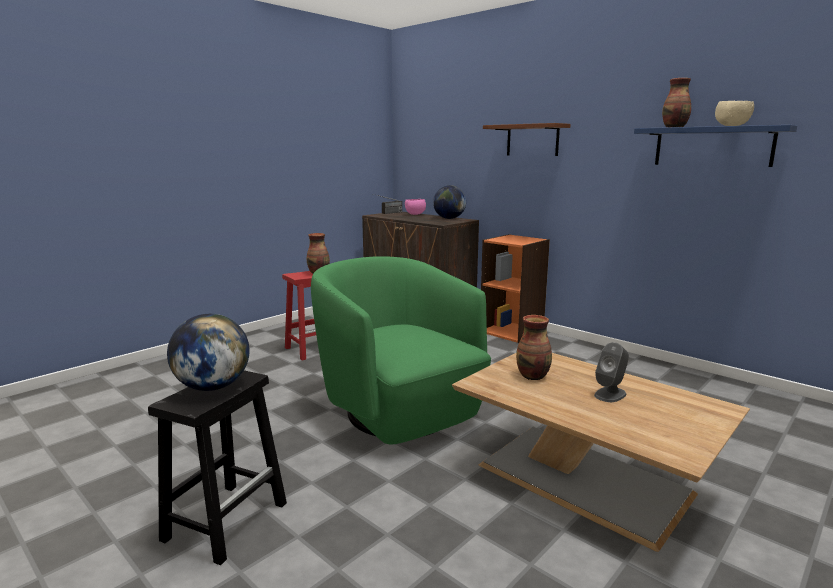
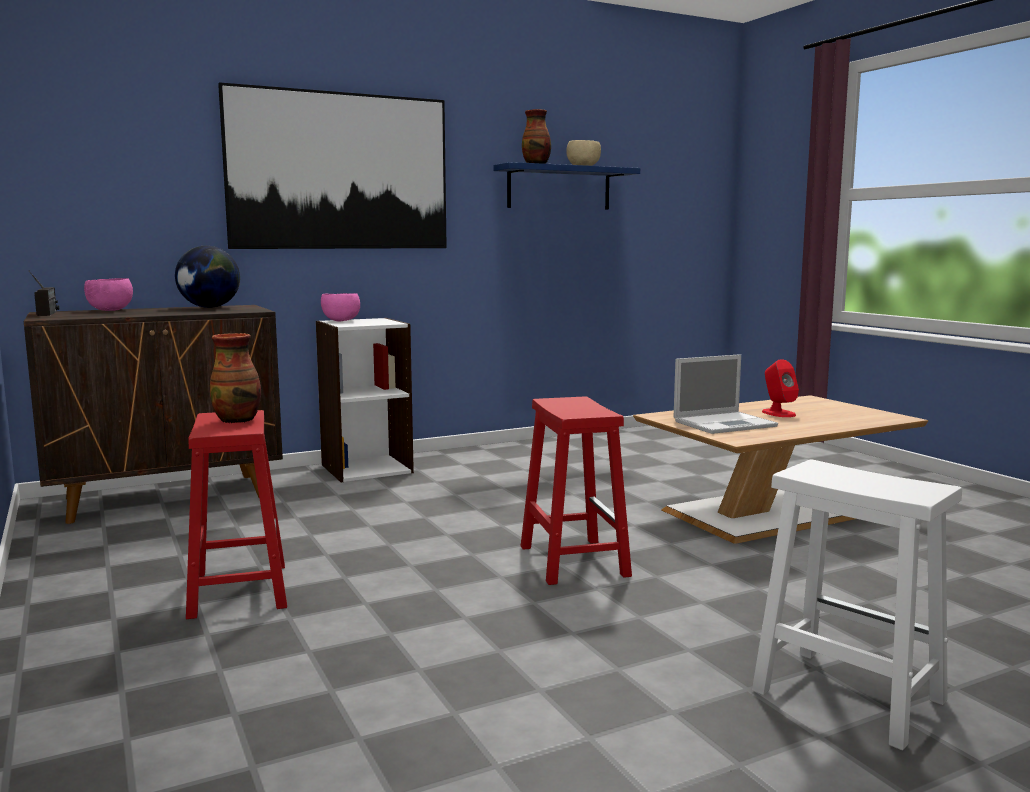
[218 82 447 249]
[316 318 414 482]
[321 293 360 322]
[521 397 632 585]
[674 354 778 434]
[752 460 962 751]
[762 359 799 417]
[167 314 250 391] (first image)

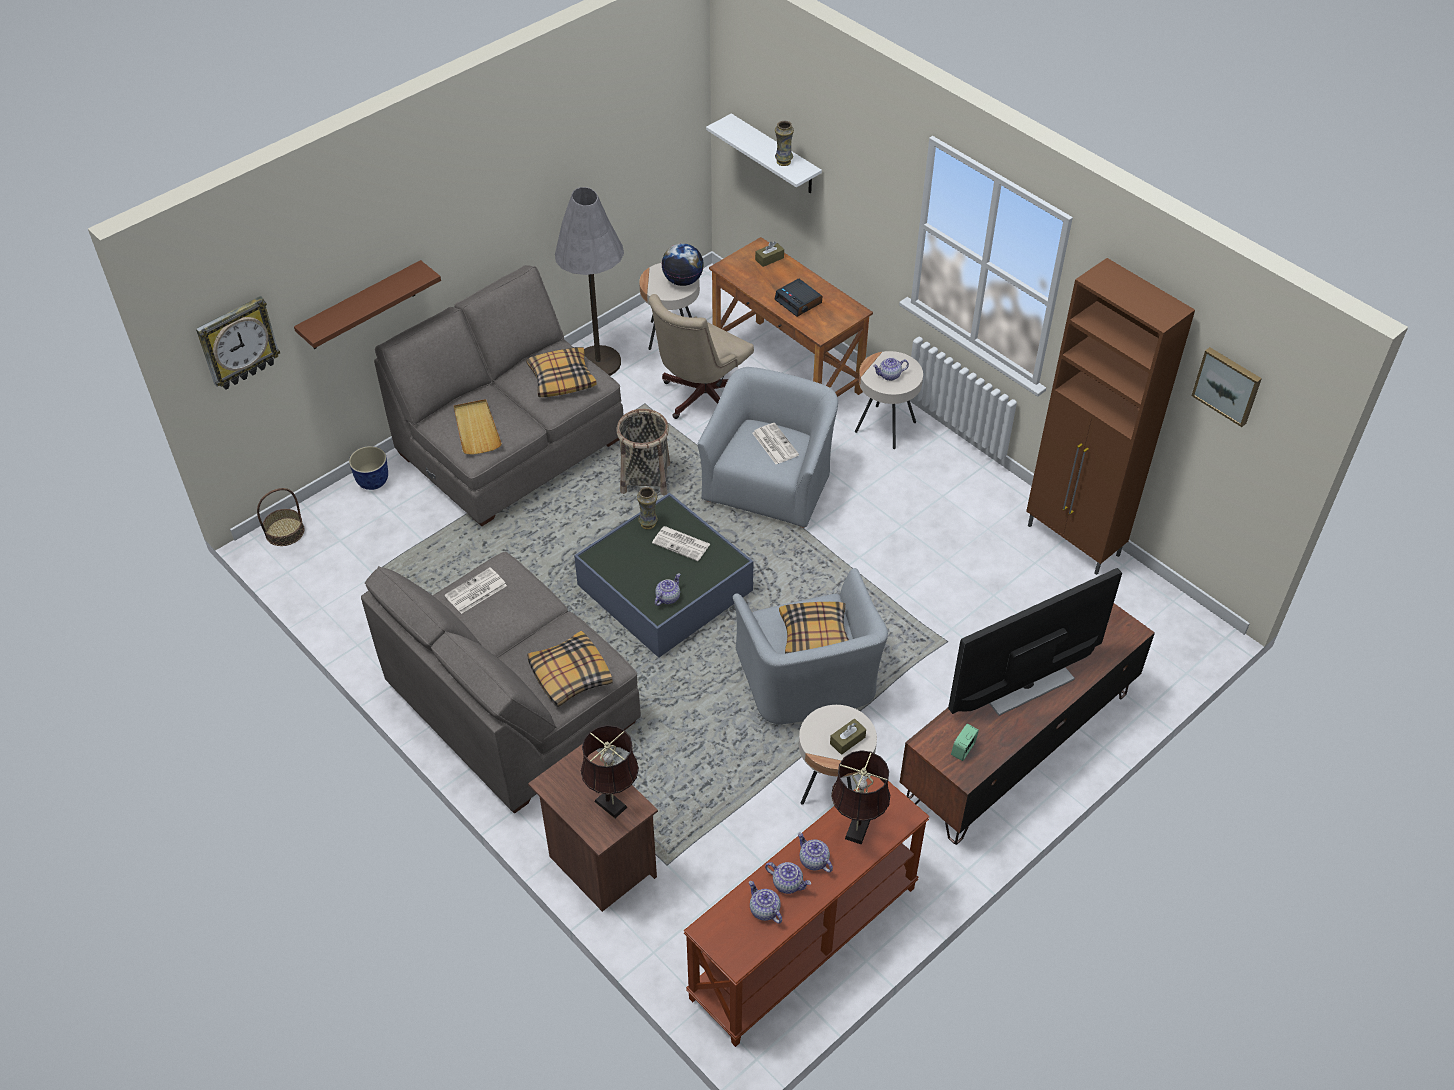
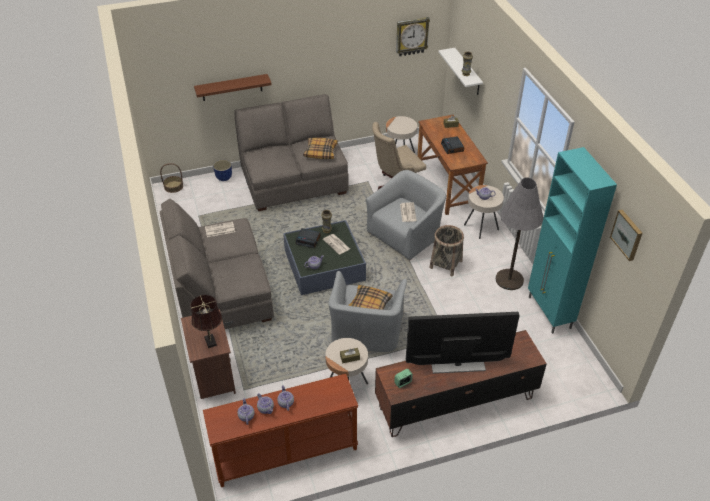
[296 228 321 248]
[396 17 430 56]
[429 225 464 276]
[496 177 544 290]
[528 147 617 334]
[454 399 502 455] (first image)
[527 631 613 707] (first image)
[661 243 704 286] (first image)
[831 750 890 845] (first image)

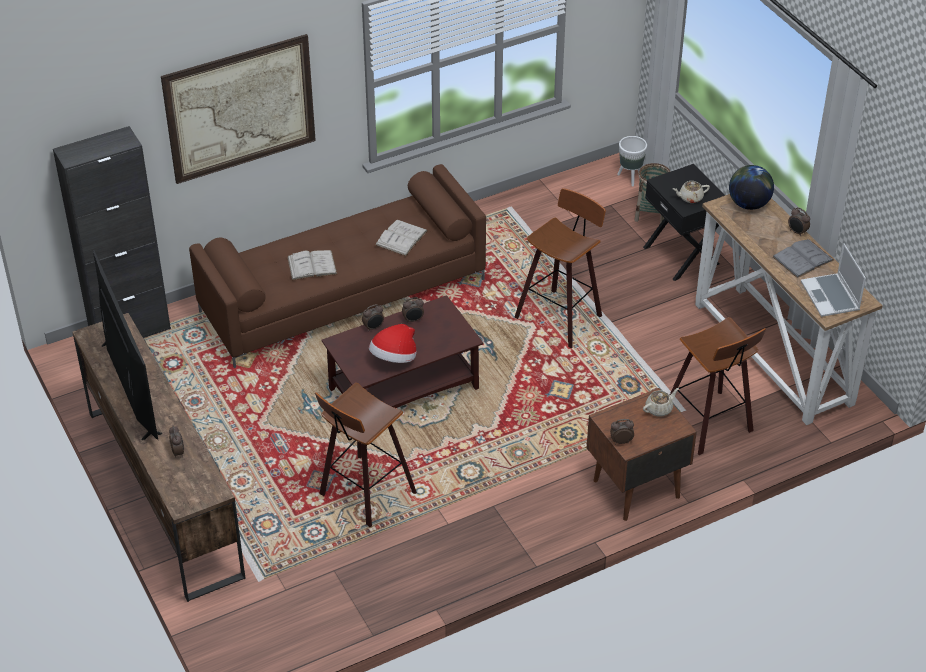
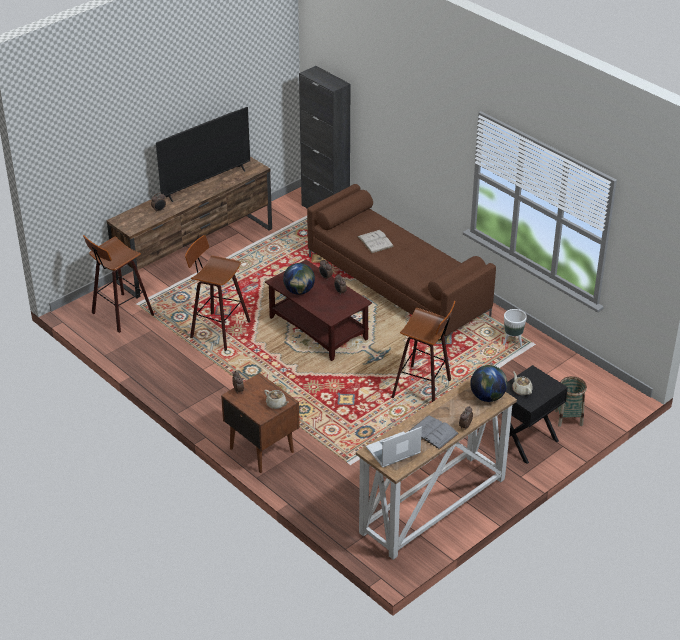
[83 235 154 333]
[283 263 315 295]
[503 309 527 347]
[161 34 316 184] (first image)
[375 219 428 256] (first image)

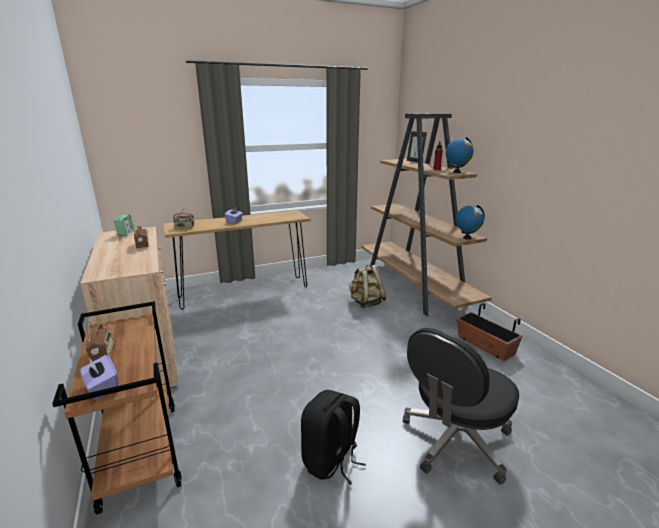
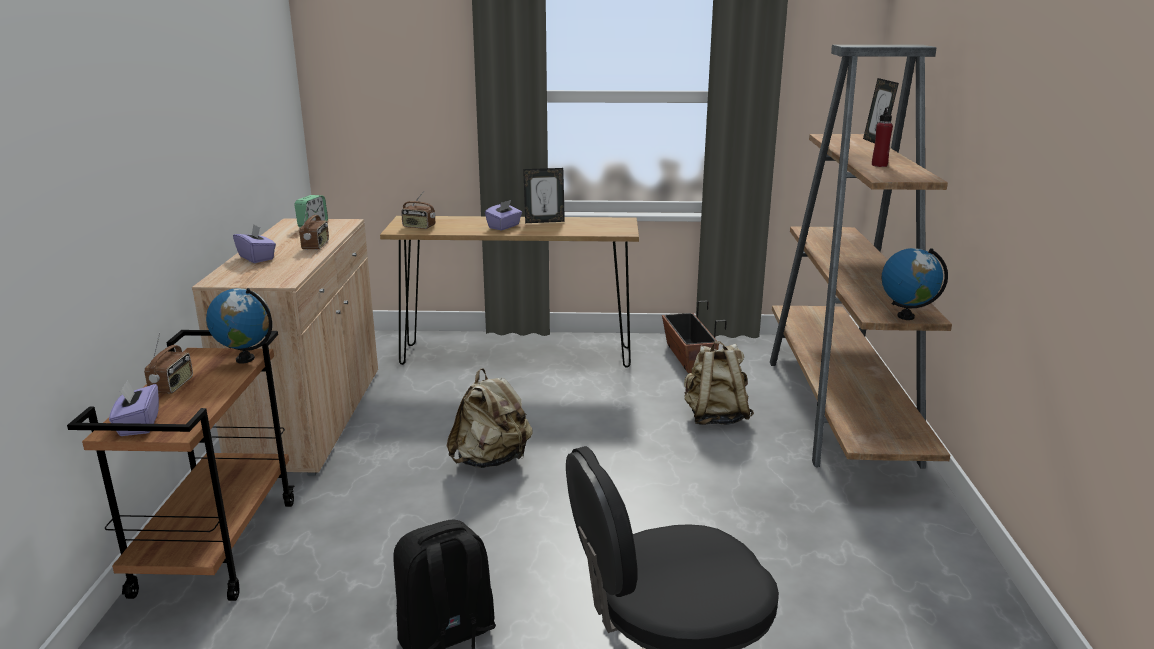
[206 288 272 364]
[233 224 276 263]
[447 368 533 468]
[523 168 565 223]
[662 300 727 373]

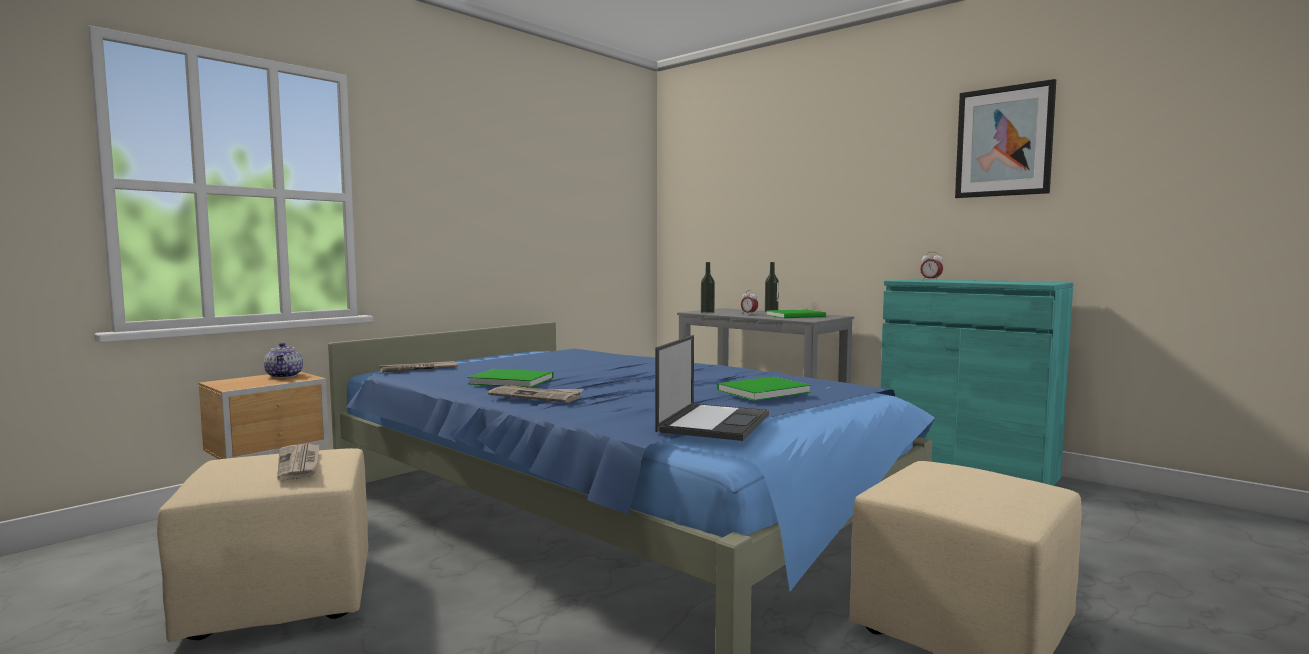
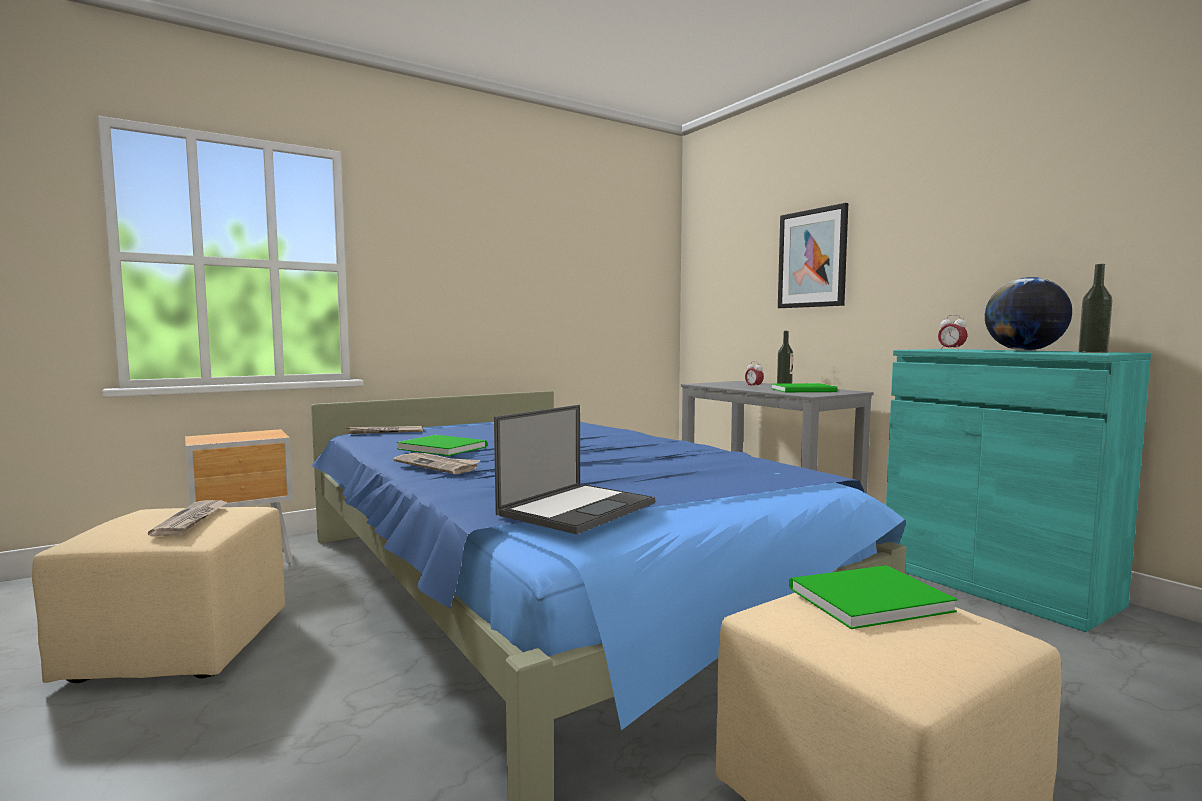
[778 203 848 308]
[789 565 958 629]
[985 277 1072 351]
[1078 264 1113 353]
[264 342 303 378] (first image)

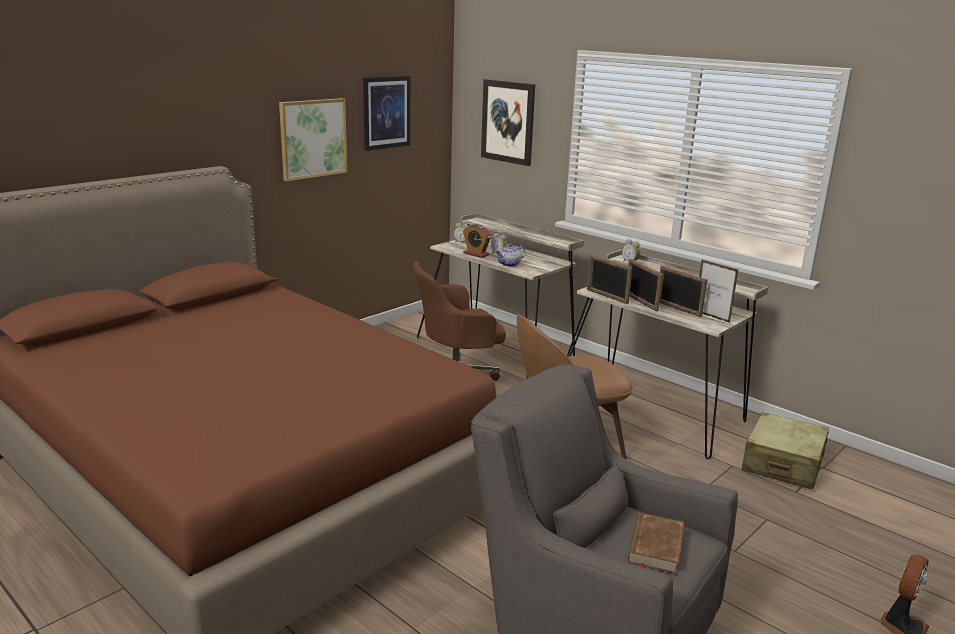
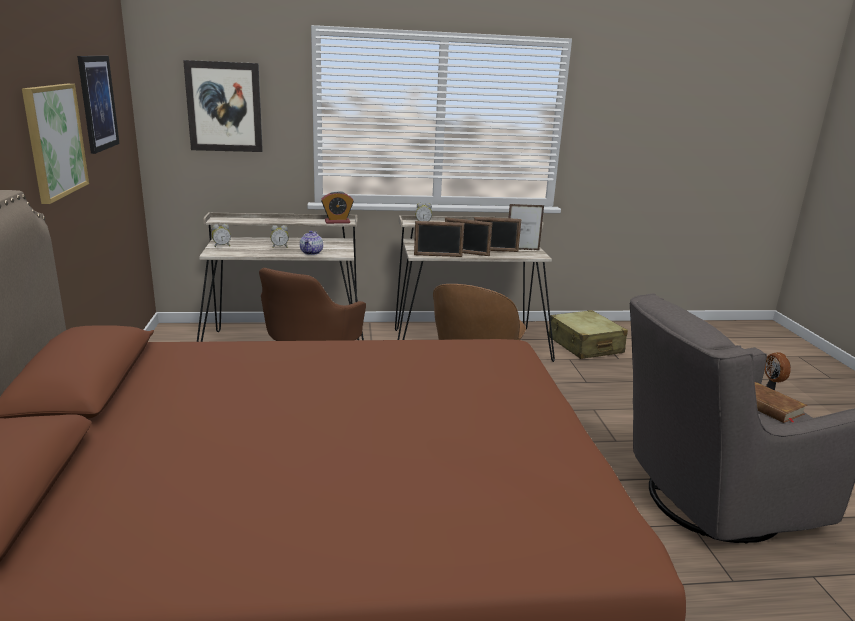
[321 191 354 224]

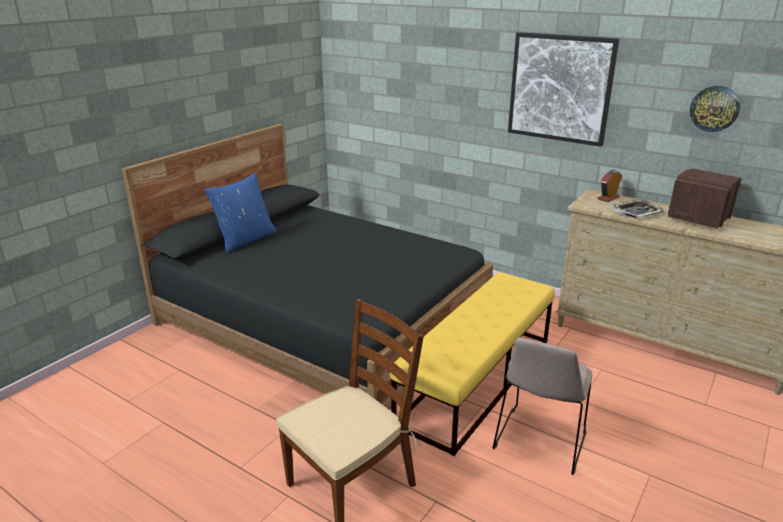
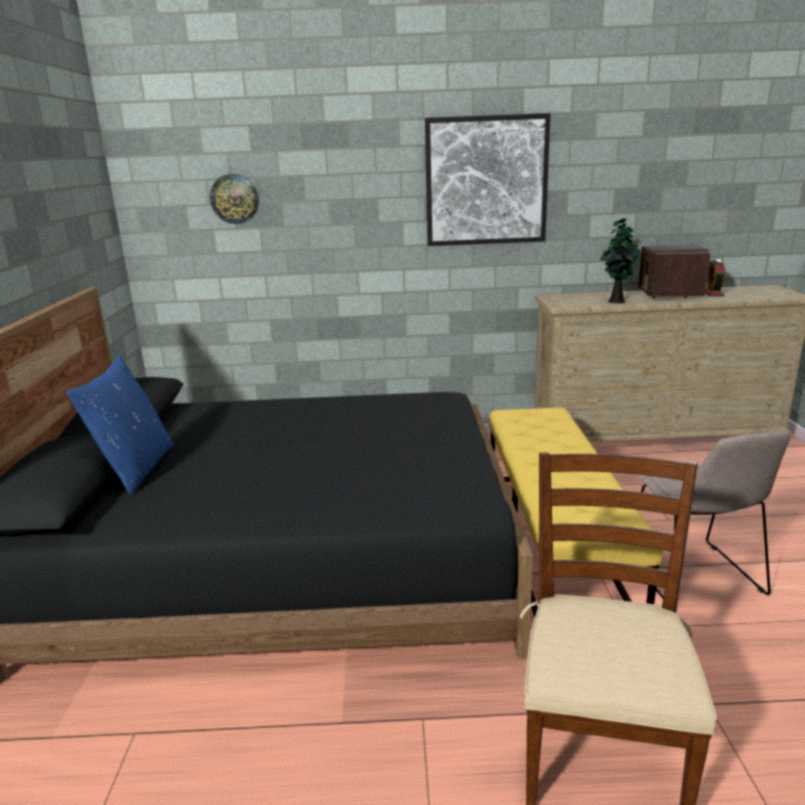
[210 174 259 224]
[599 218 640 303]
[706 260 725 296]

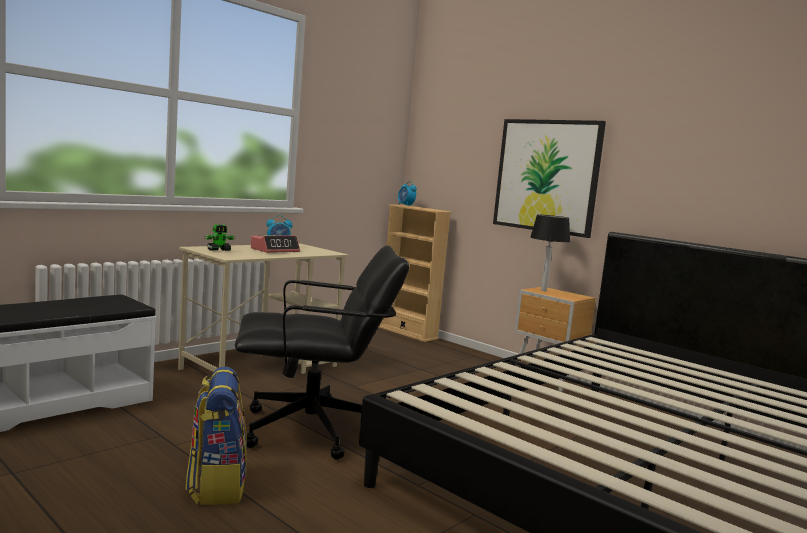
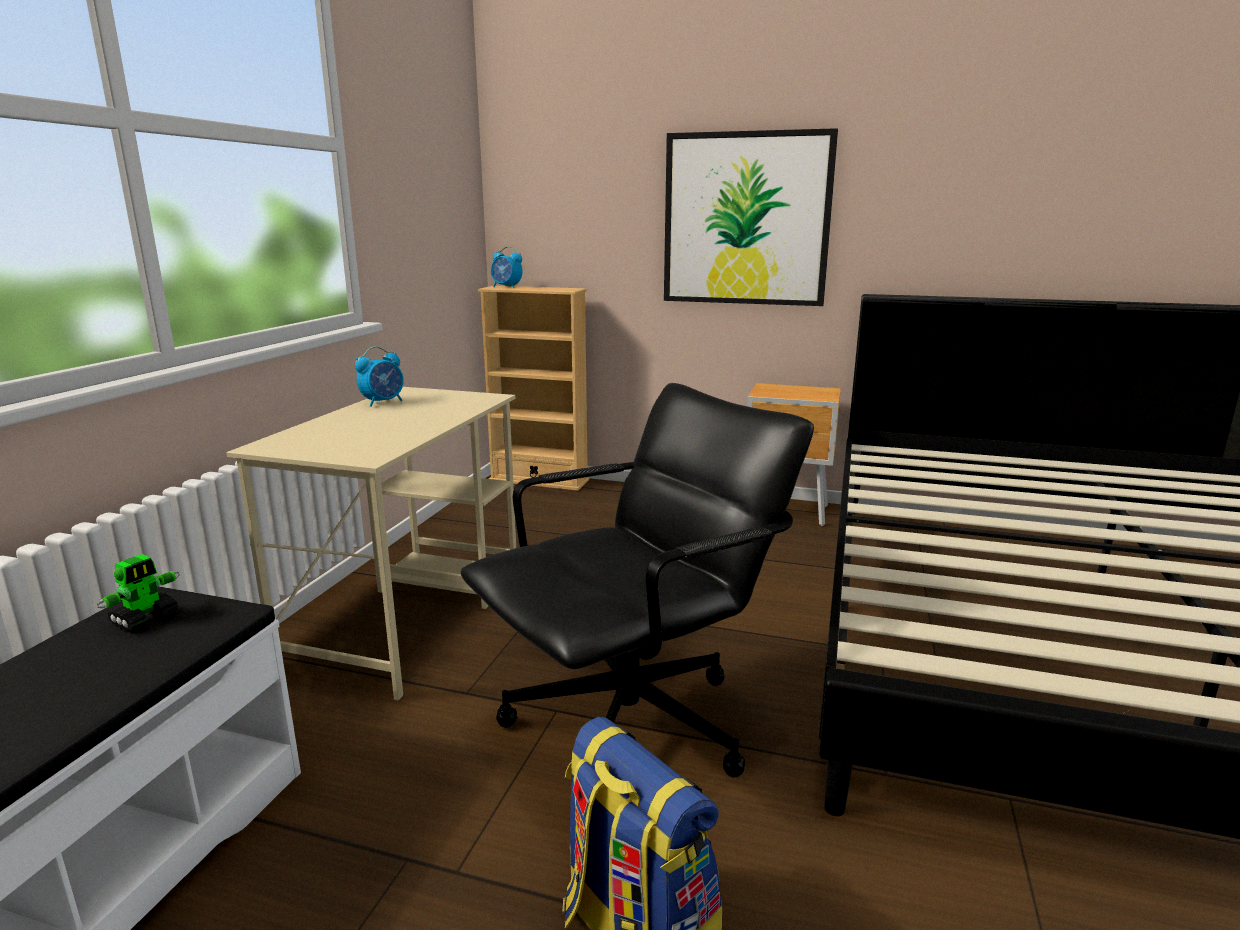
[97 554 180 631]
[251 235 300 253] (first image)
[530 215 570 291] (first image)

